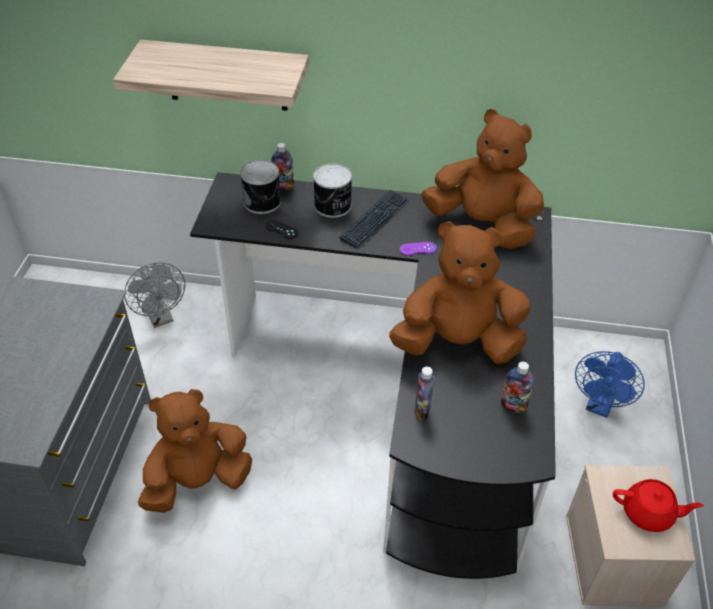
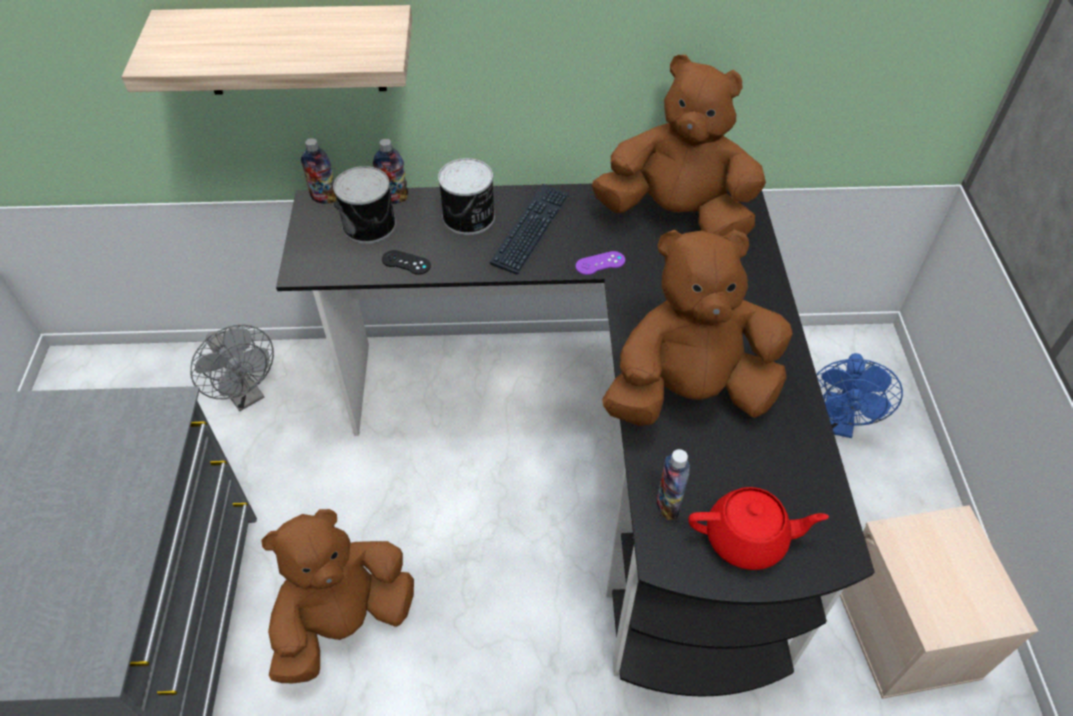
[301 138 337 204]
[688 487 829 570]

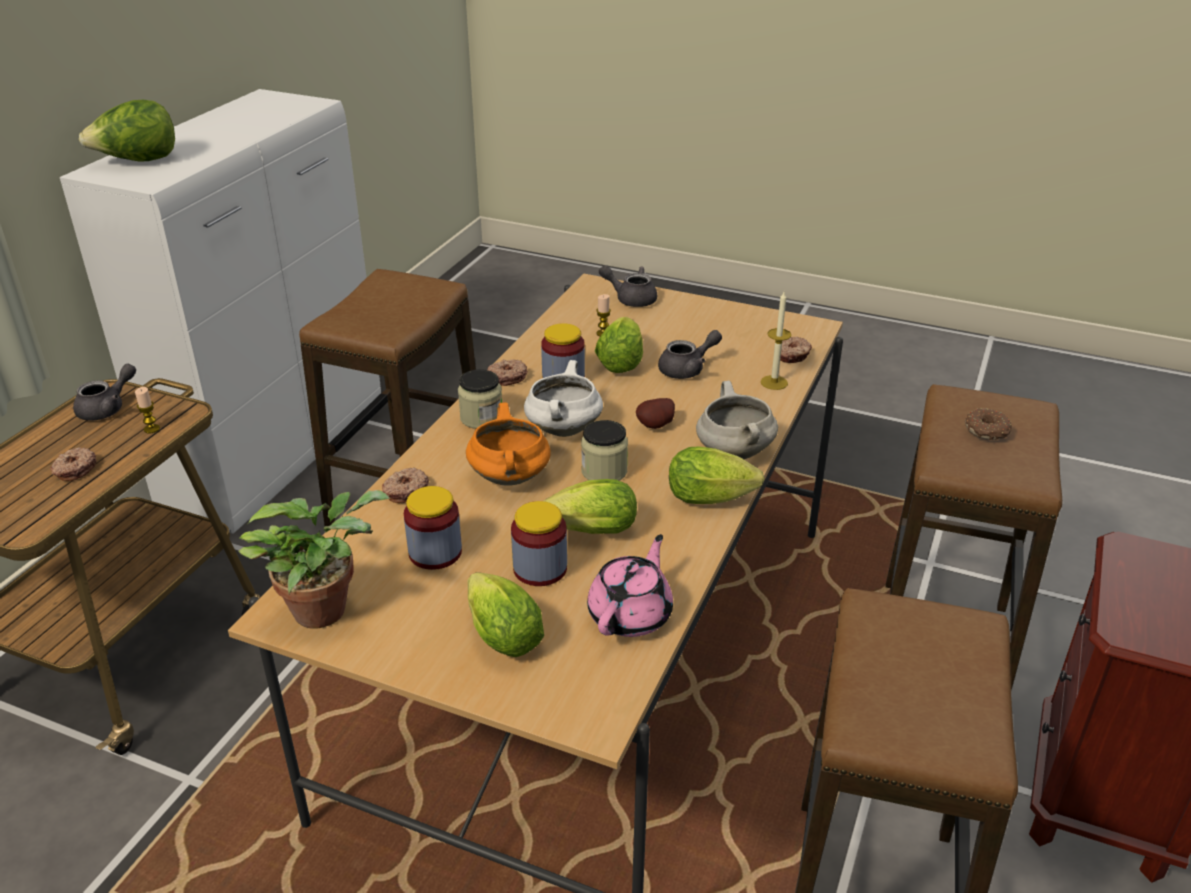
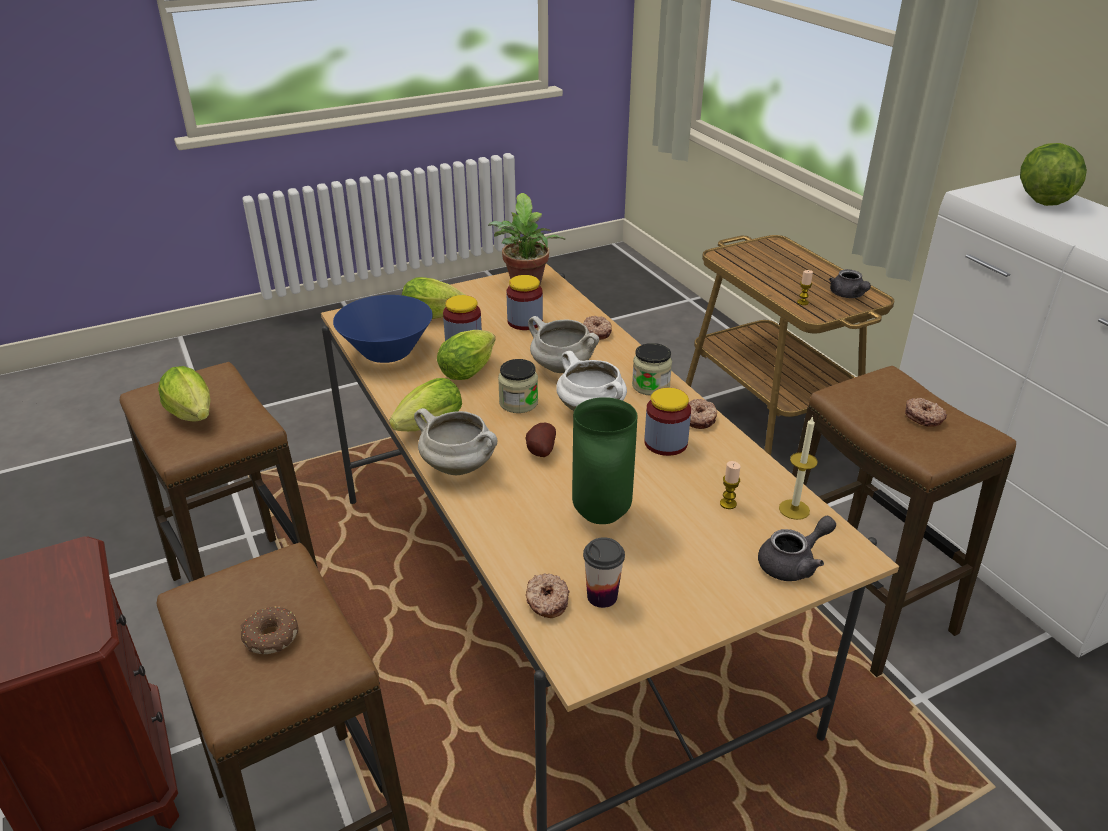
[158 366 211 421]
[333 295 433 363]
[528 316 599 373]
[572 397 637 524]
[583 537 625 608]
[779 416 818 520]
[905 398 947 427]

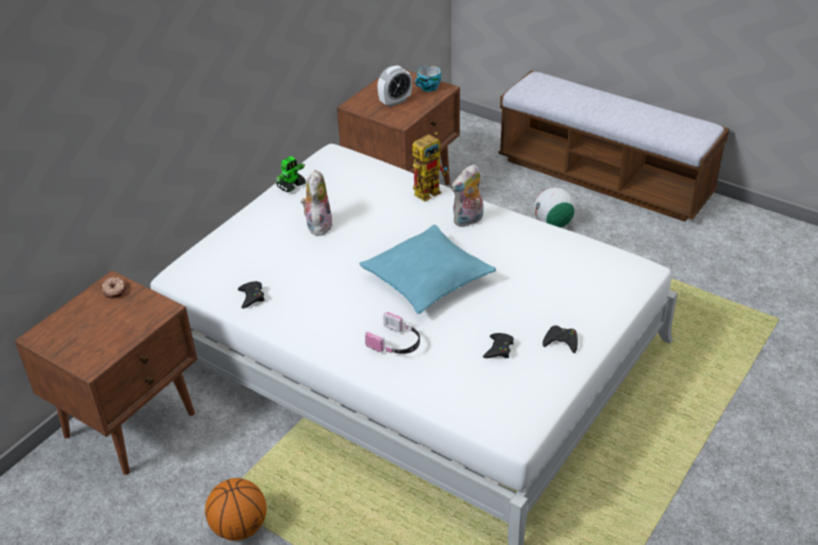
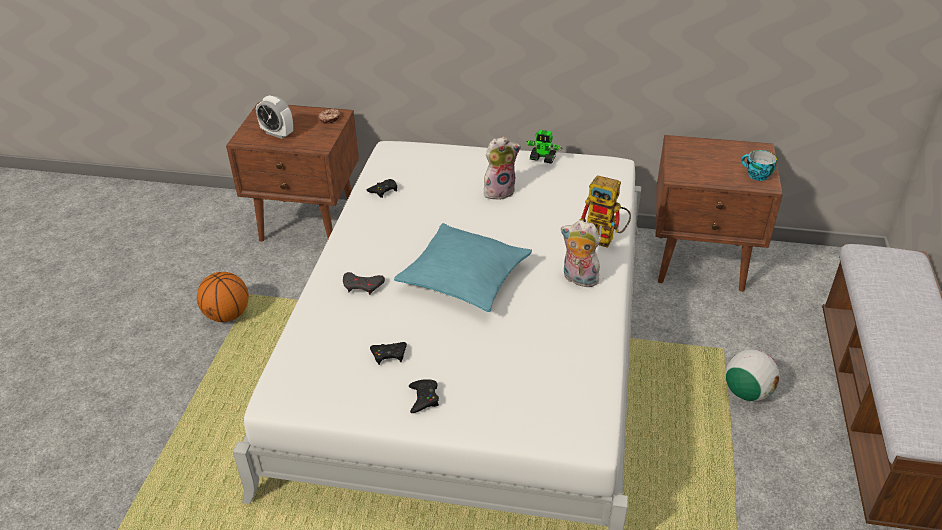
[256 96 293 139]
[343 272 385 295]

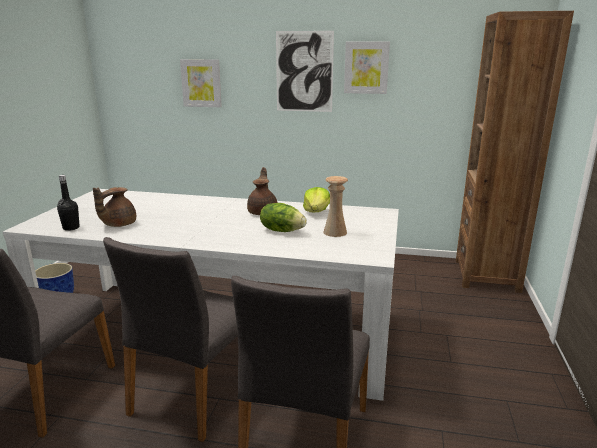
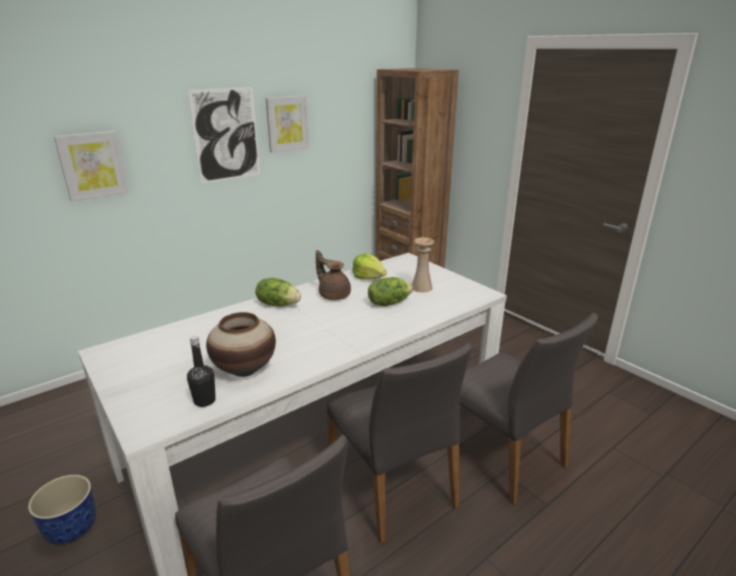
[206 312 276 377]
[255 278 301 307]

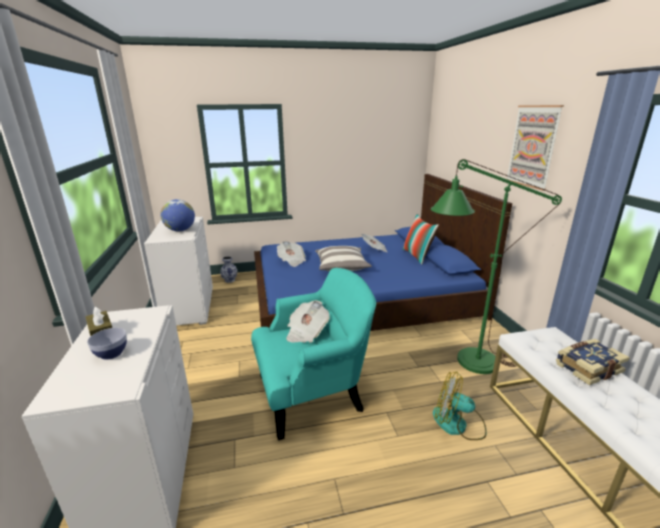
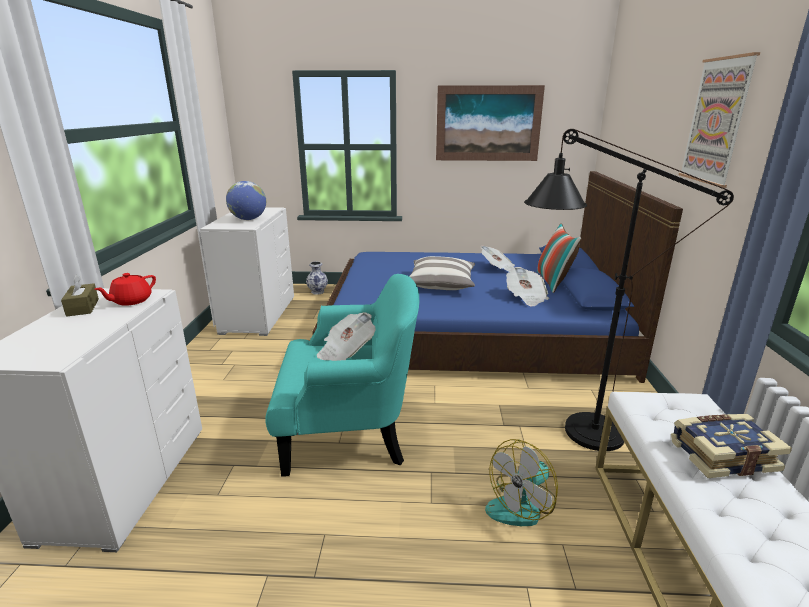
[95 273 156 306]
[436 85 545 161]
[485 439 558 526]
[506 267 549 307]
[524 129 734 451]
[87 328 127 360] (first image)

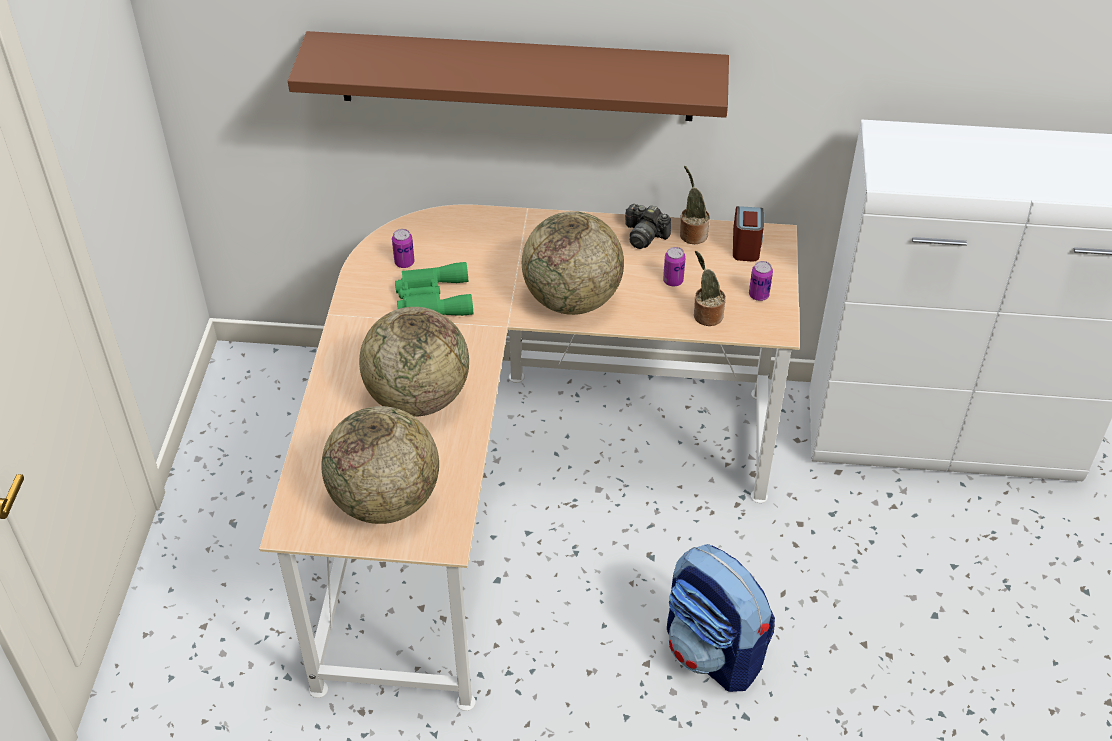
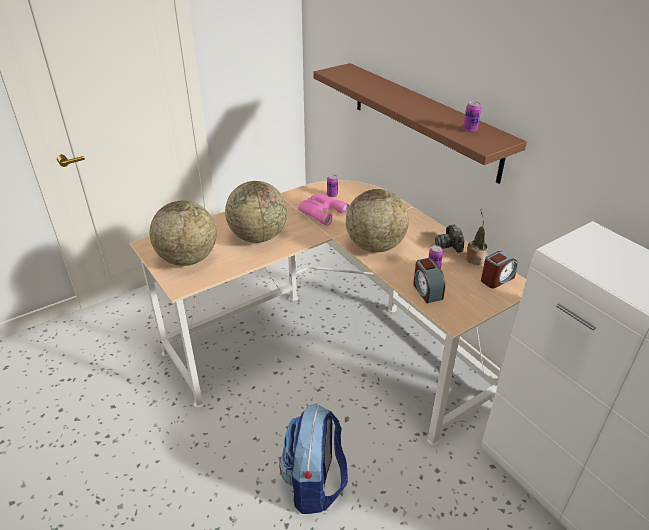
[298 193 350 225]
[413 258 445 303]
[463 101 481 132]

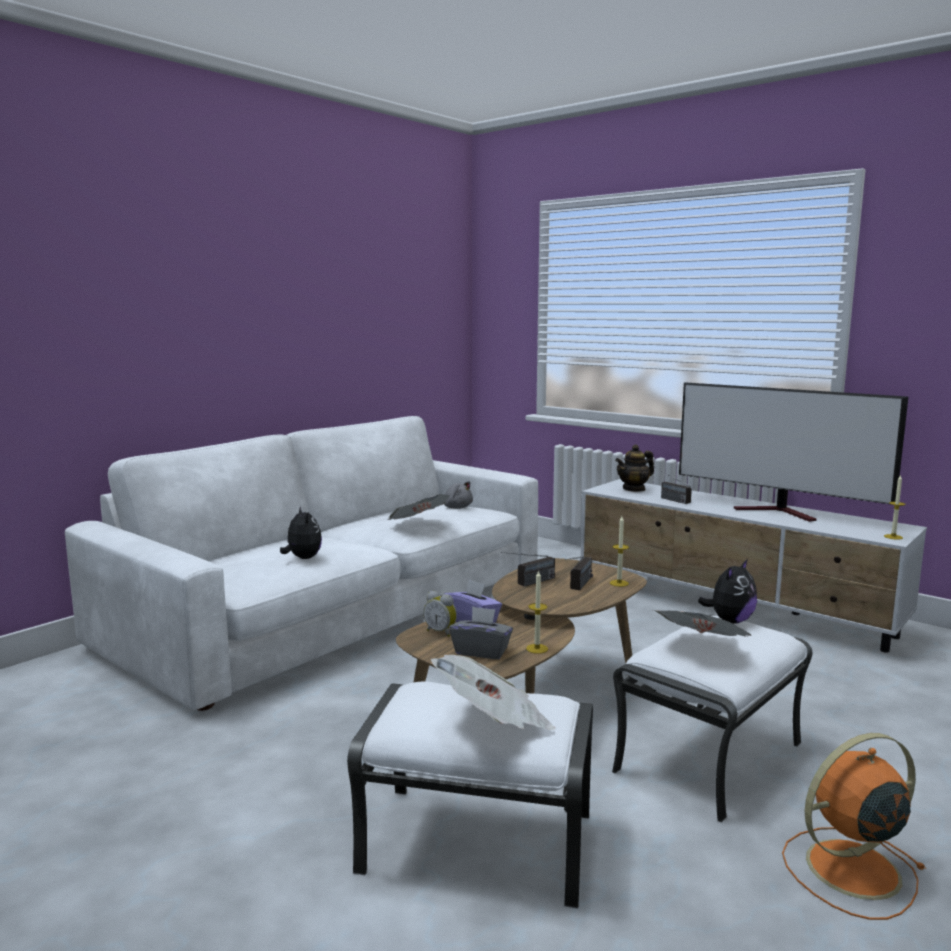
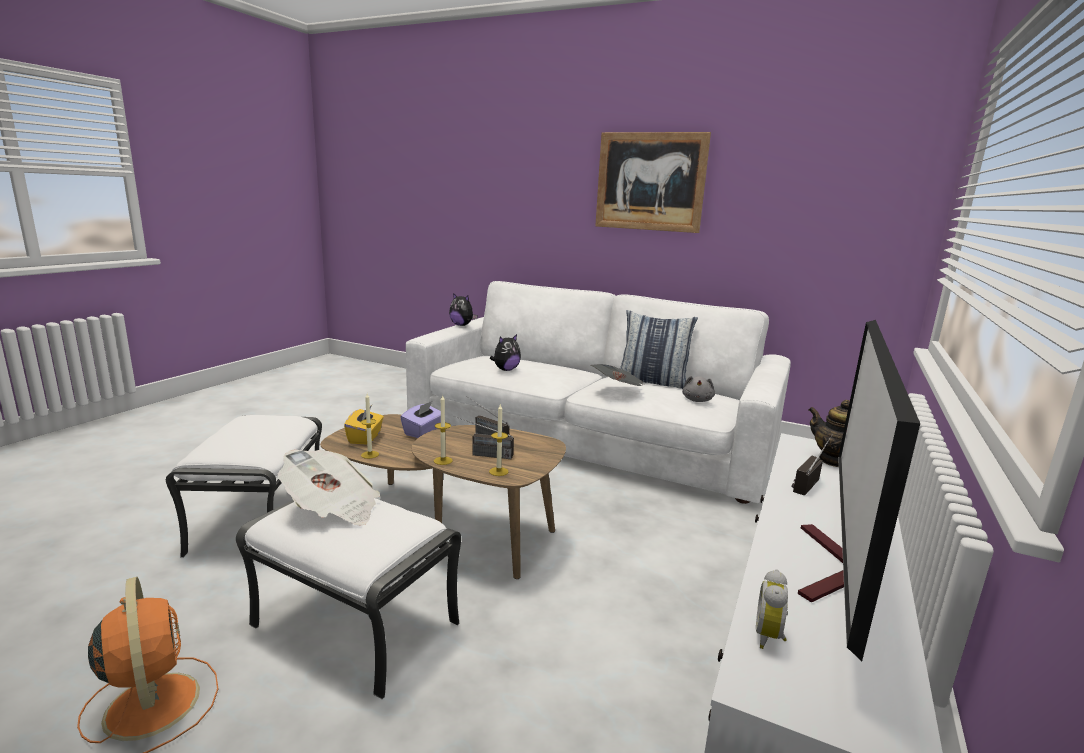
[344 405 384 444]
[434 394 453 465]
[449 293 477 326]
[595 132 711 233]
[617 310 698 389]
[756 570 788 649]
[431 655 556 730] (first image)

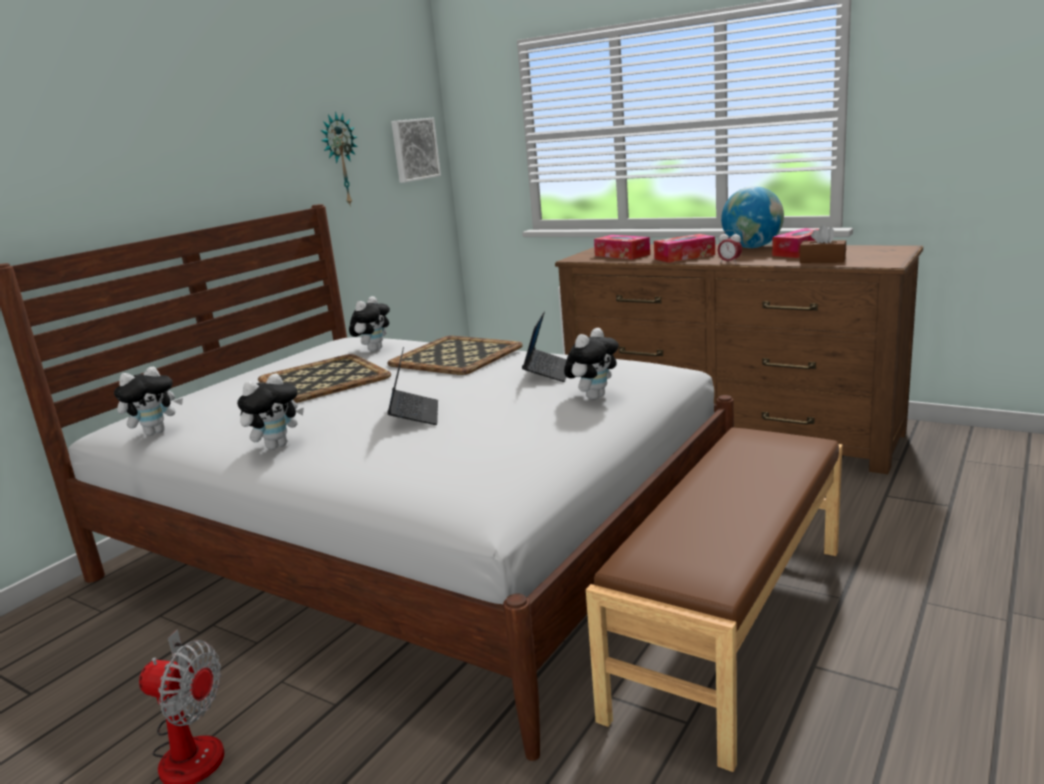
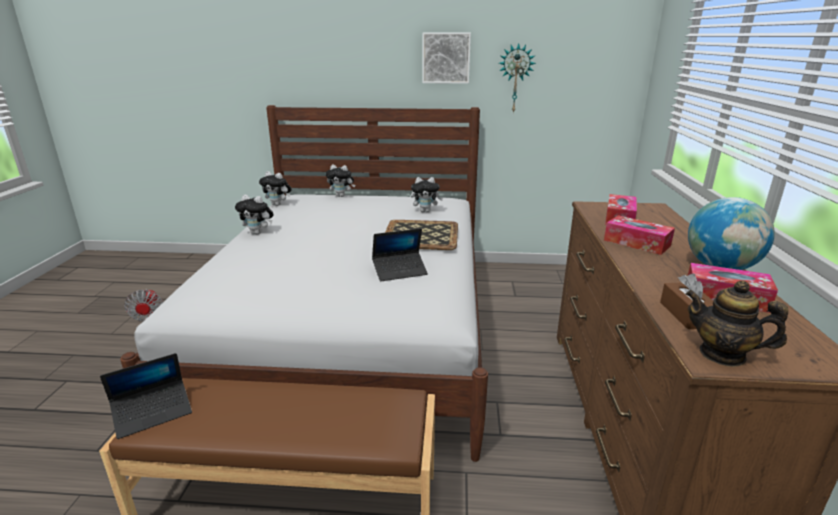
[100 353 192 439]
[326 165 355 197]
[422 33 471 84]
[686 280 788 367]
[258 354 391 403] (first image)
[718 230 742 264] (first image)

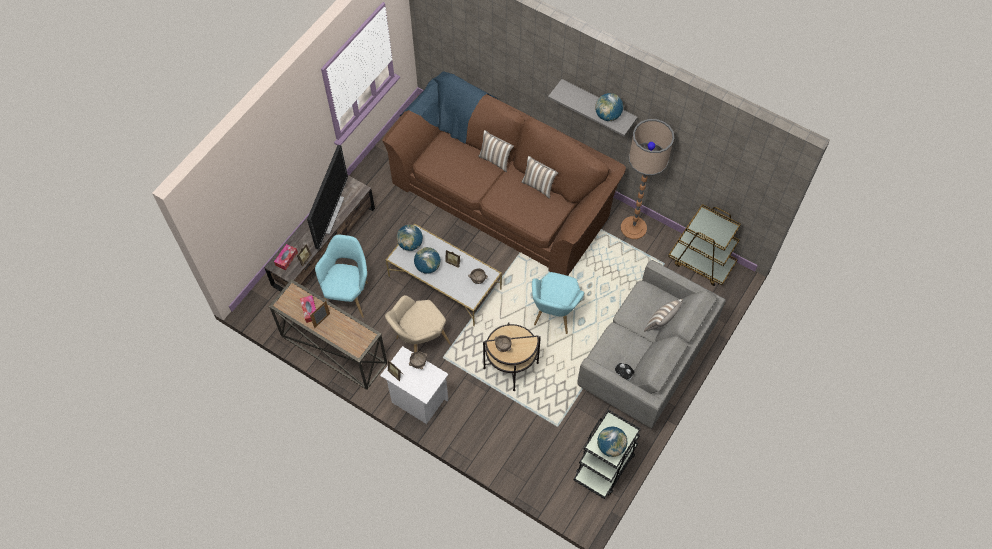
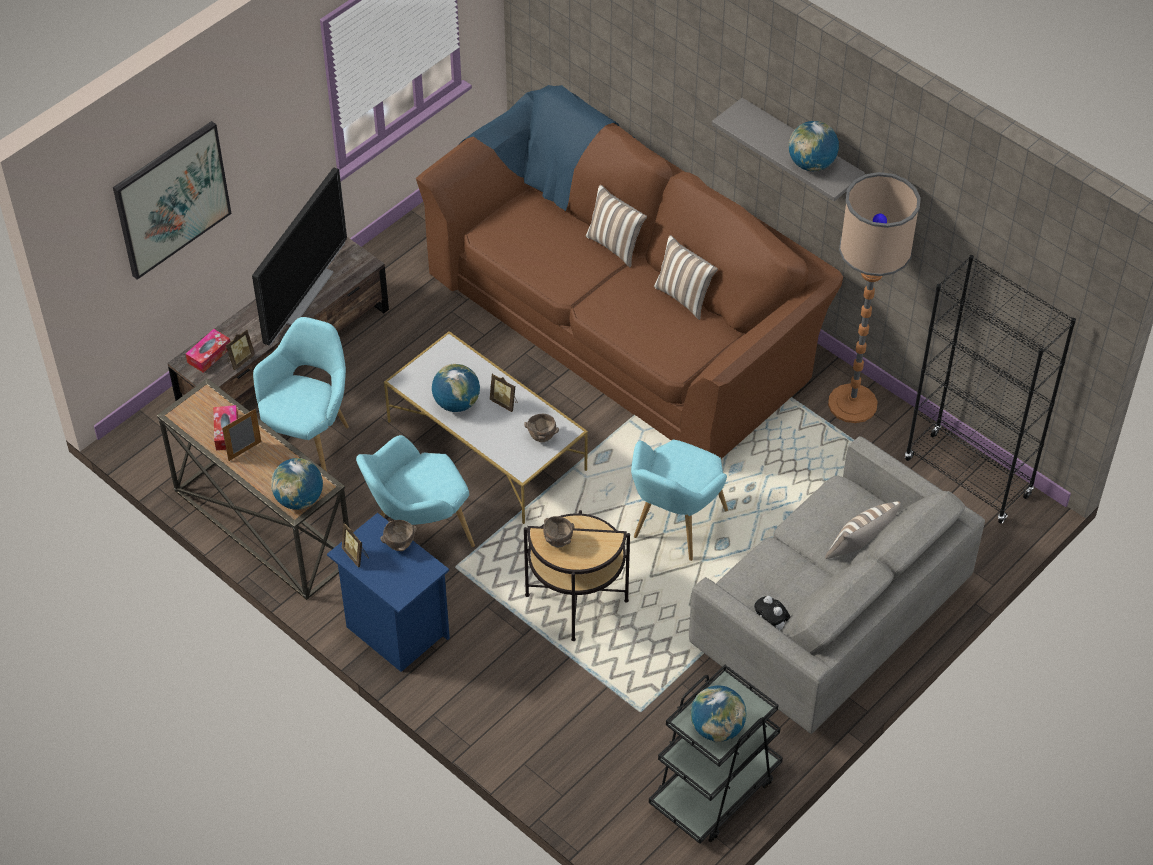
[113 121 231 280]
[271 458 323 510]
[327 513 450 672]
[356 435 475 547]
[905 255 1076 523]

